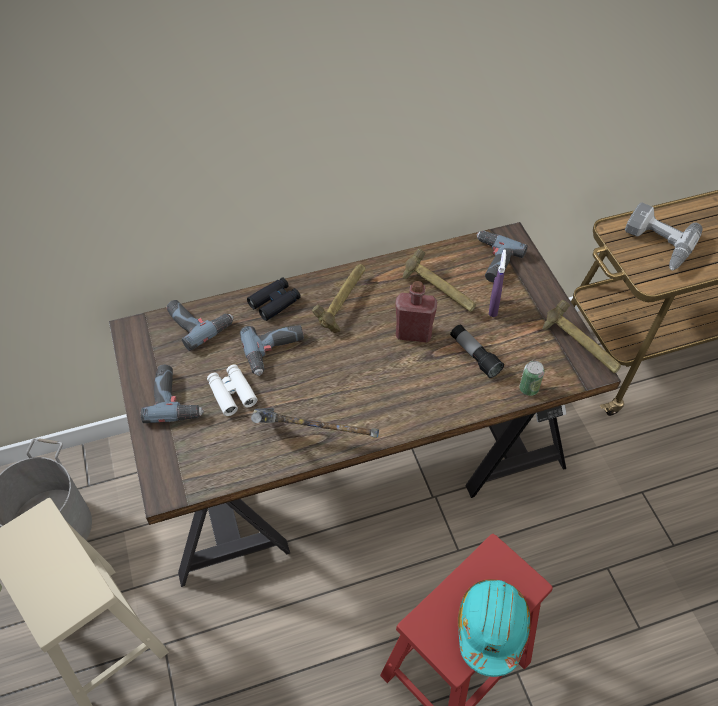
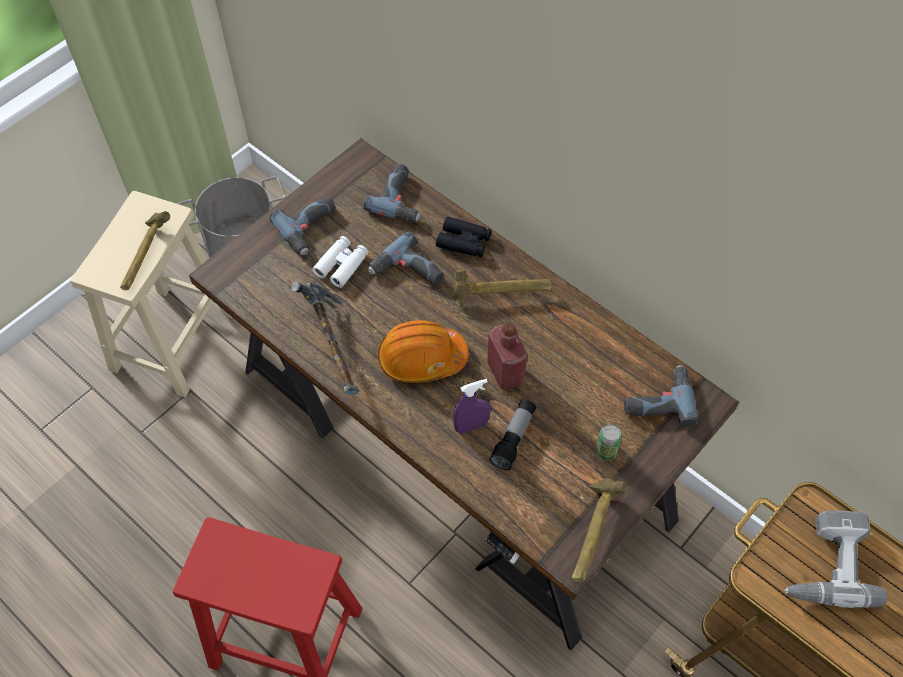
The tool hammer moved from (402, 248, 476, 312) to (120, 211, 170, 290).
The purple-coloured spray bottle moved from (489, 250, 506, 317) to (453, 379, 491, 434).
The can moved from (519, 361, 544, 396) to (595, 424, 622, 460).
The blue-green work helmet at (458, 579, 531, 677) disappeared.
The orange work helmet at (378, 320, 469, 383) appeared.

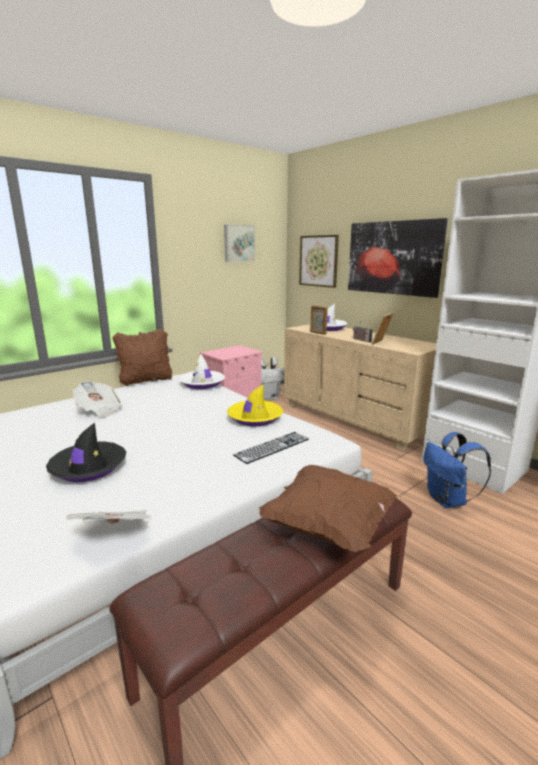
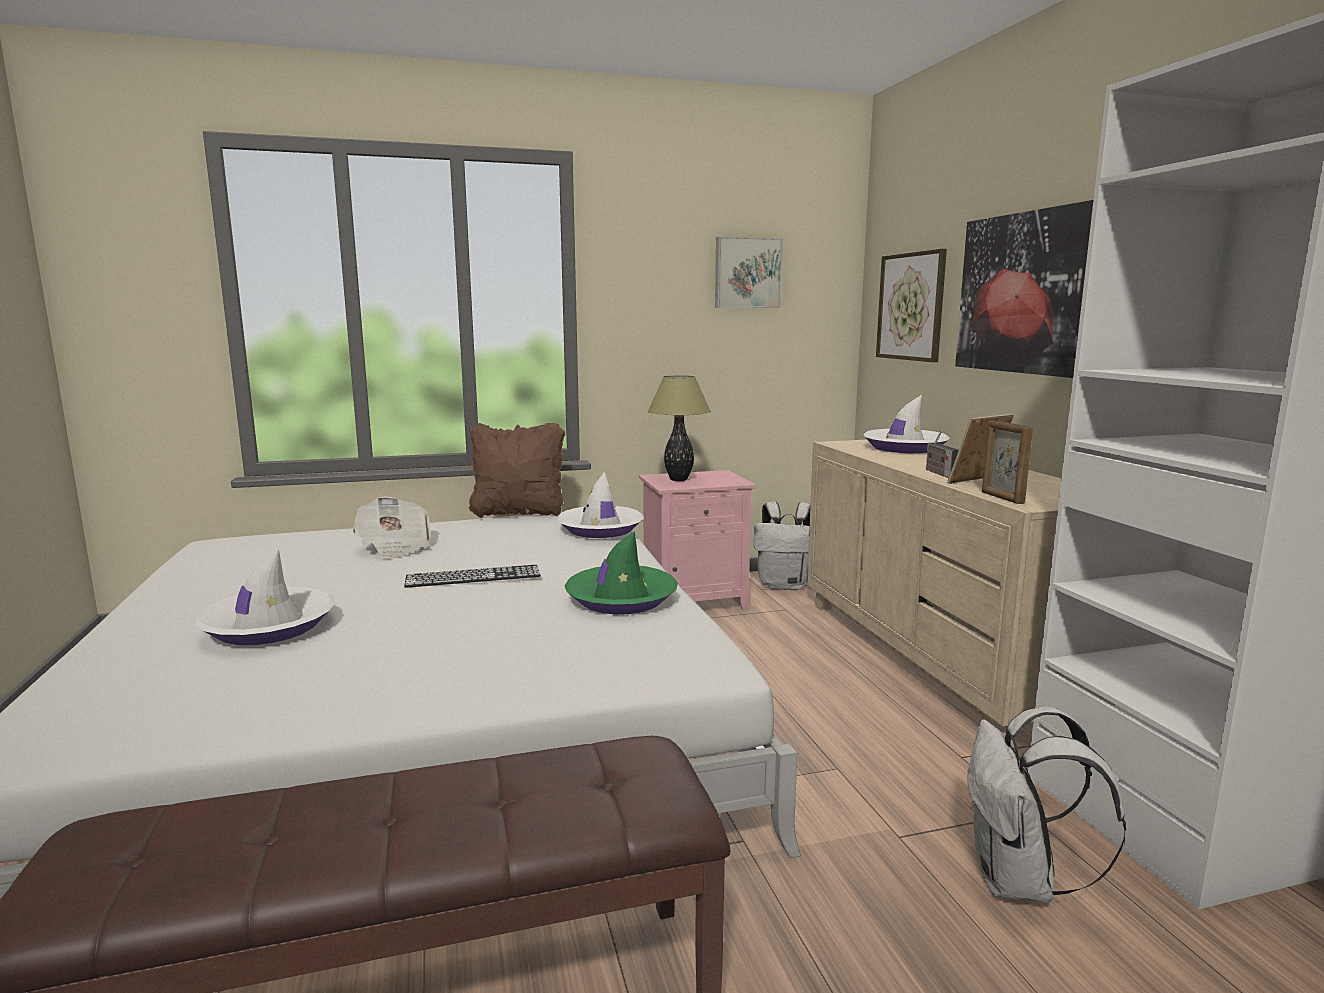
The picture frame moved from (310, 306, 328, 335) to (982, 420, 1033, 504).
The yellow-coloured hat at (227, 384, 283, 426) became the greenish hat at (564, 531, 678, 615).
The black-coloured hat at (46, 422, 126, 482) became the whitish hat at (195, 549, 335, 645).
The computer keyboard moved from (233, 432, 309, 464) to (404, 565, 541, 588).
The blue-coloured knapsack at (423, 432, 491, 508) became the whitish knapsack at (967, 707, 1126, 903).
The brownish cushion at (259, 465, 398, 553) disappeared.
The daily paper at (66, 510, 151, 524) disappeared.
The tabletop lamp at (648, 375, 711, 481) appeared.

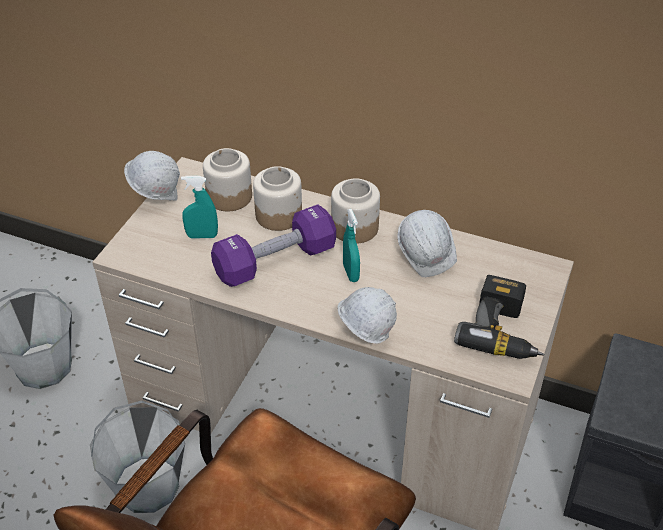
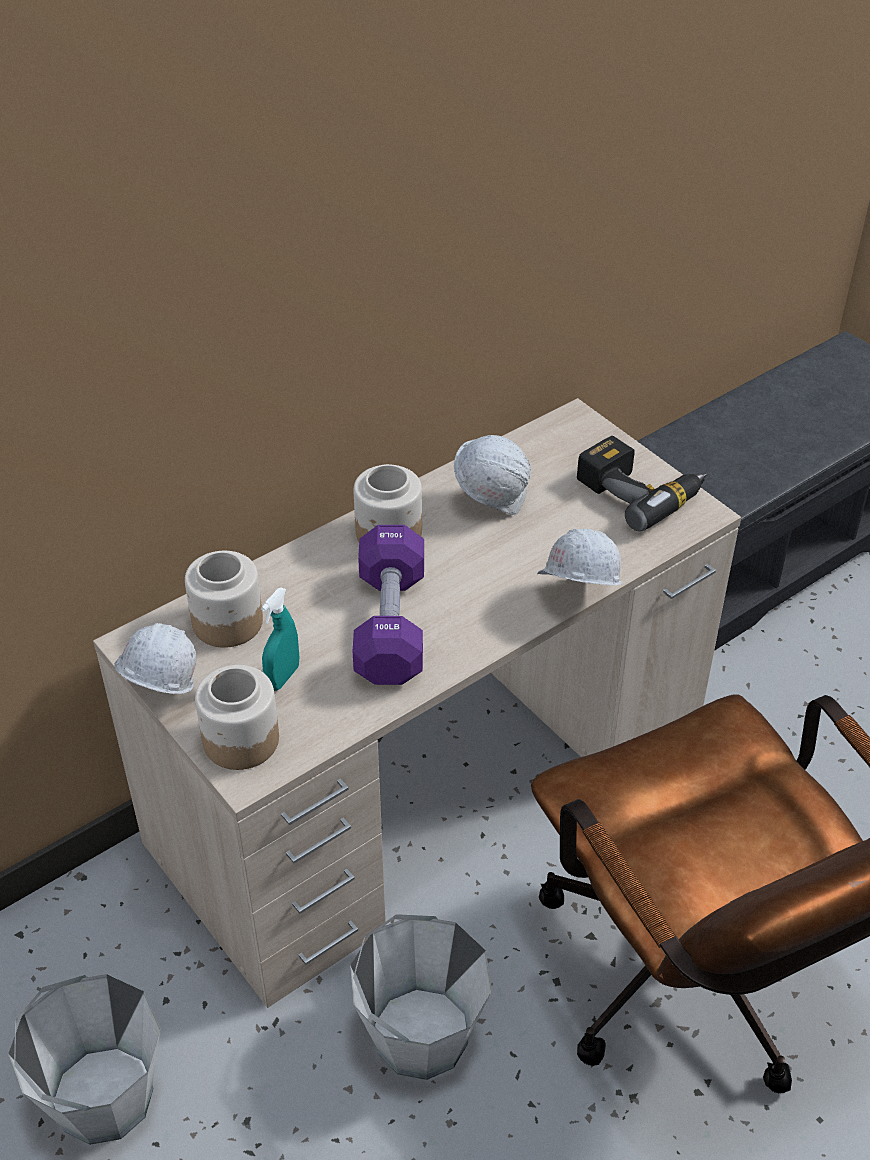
The preserve jar moved from (253, 166, 302, 231) to (195, 665, 279, 770).
The blue-green spray bottle at (343, 209, 360, 282) disappeared.

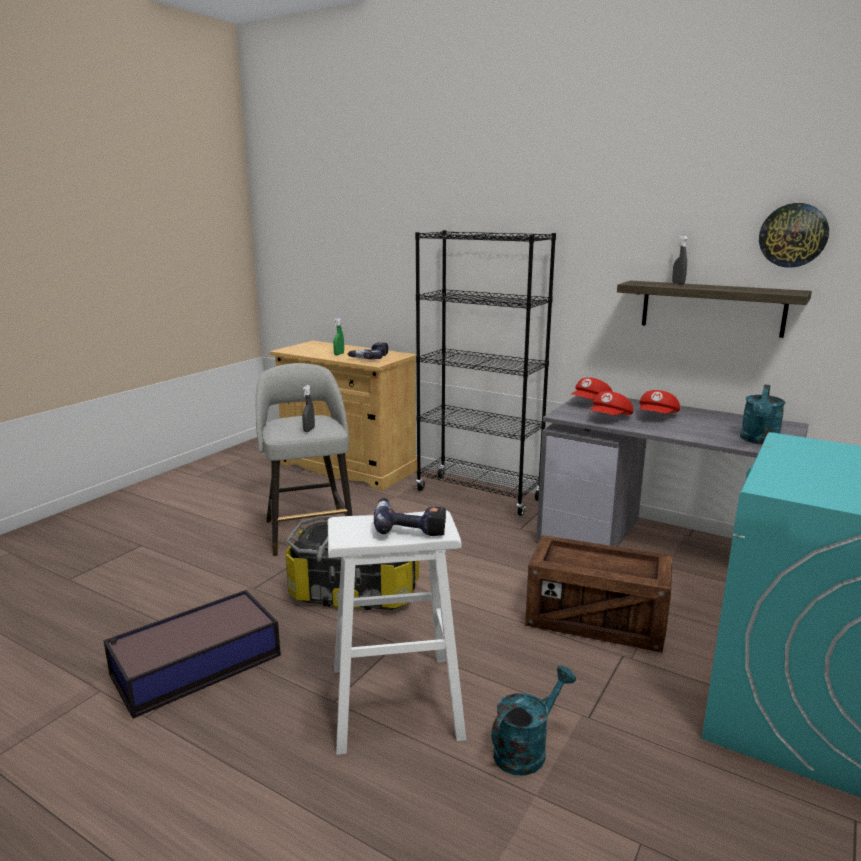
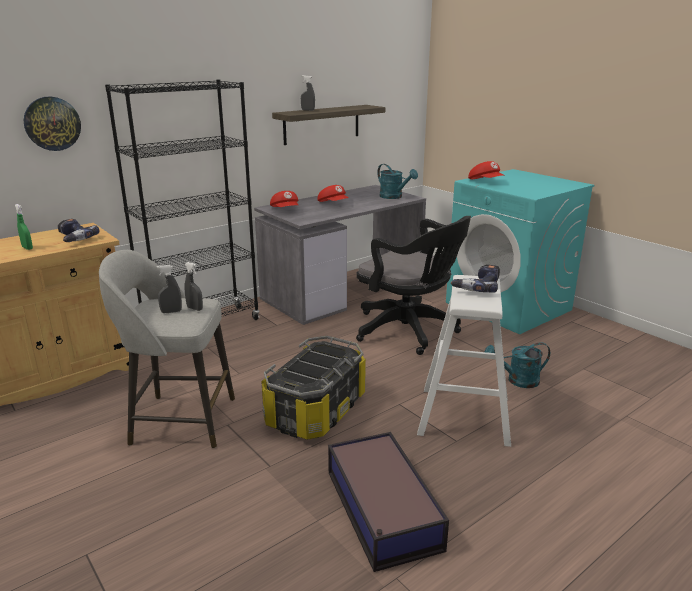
The clock on the wall moved from (759, 203, 829, 268) to (24, 97, 81, 151).
The red-coloured peaked cap moved from (590, 391, 633, 415) to (468, 161, 505, 179).
The shipping crate at (525, 535, 672, 653) was replaced by the black-coloured desk chair at (356, 216, 471, 355).
The blue-green watering pot at (491, 665, 576, 775) turned 75 degrees counterclockwise.
The greyish spray bottle at (157, 265, 182, 313) appeared.

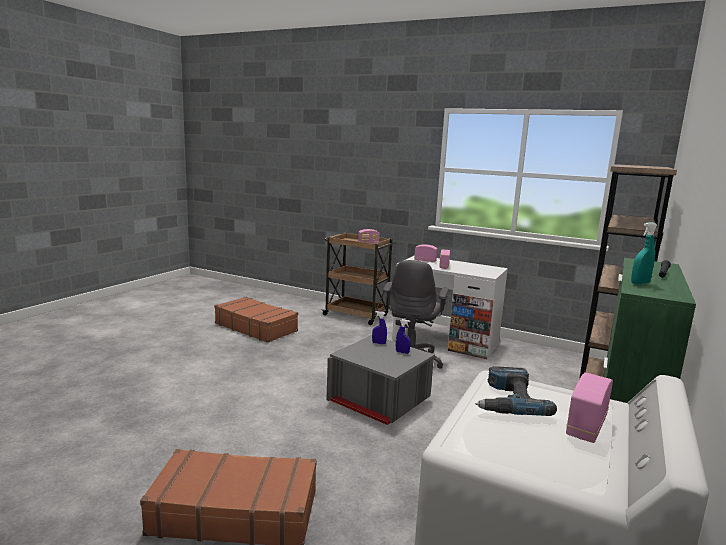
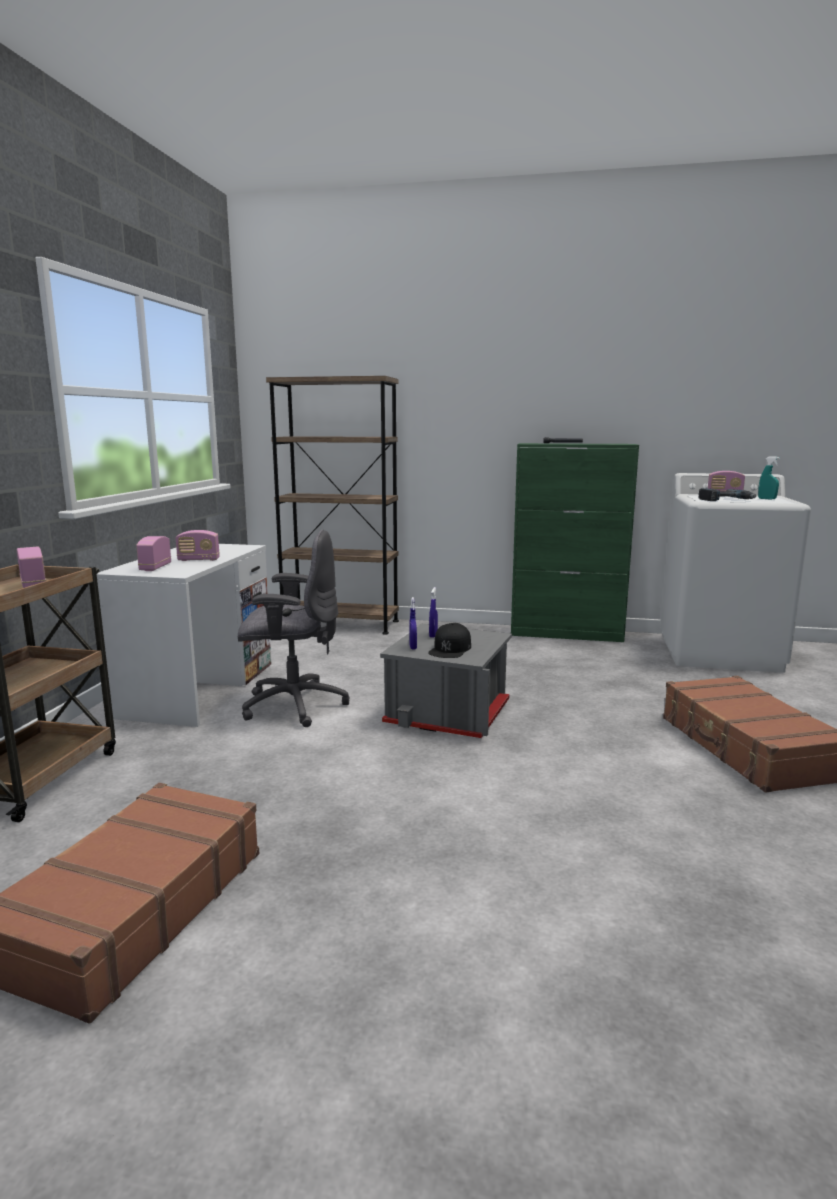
The blue-green spray bottle moved from (631, 222, 657, 285) to (758, 457, 780, 500).
The black-coloured peaked cap at (428, 623, 471, 658) appeared.

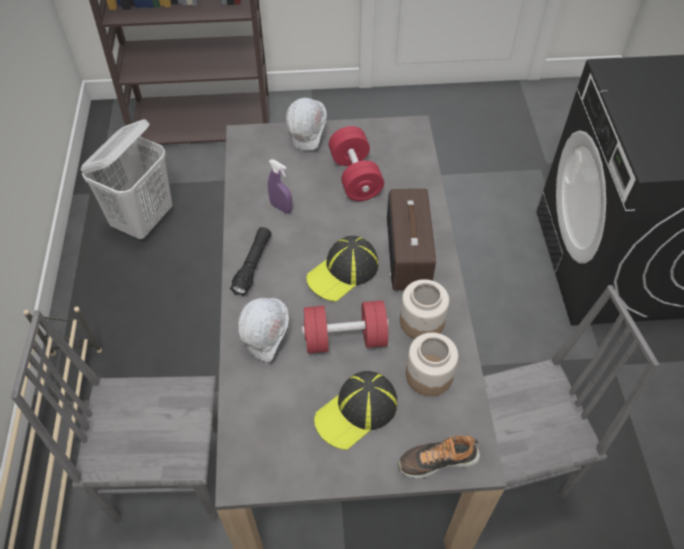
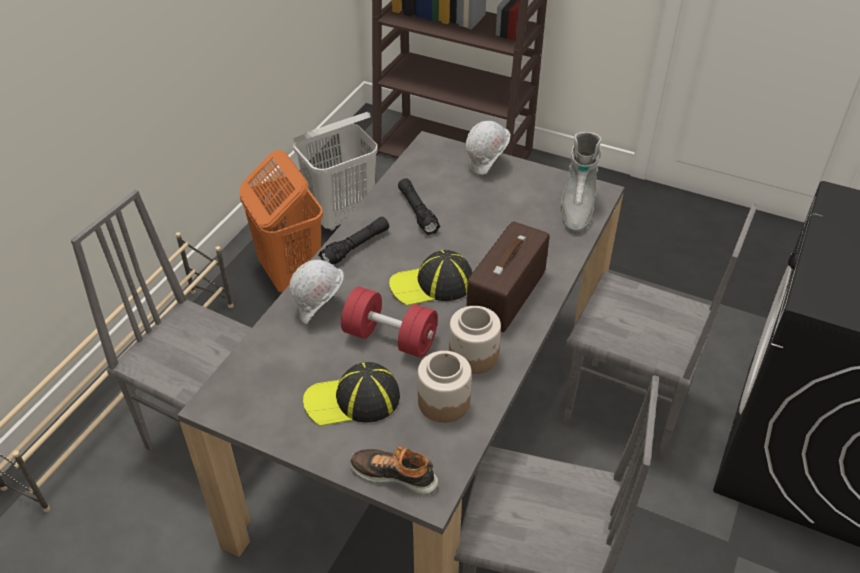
The red-coloured free weight at (329, 126, 384, 201) disappeared.
The purple-coloured spray bottle at (268, 159, 292, 214) was replaced by the black-coloured torch at (398, 178, 440, 235).
The greyish high-top boot at (560, 132, 601, 233) appeared.
The orange laundry basket at (239, 150, 323, 292) appeared.
The greyish plain chair at (563, 202, 758, 460) appeared.

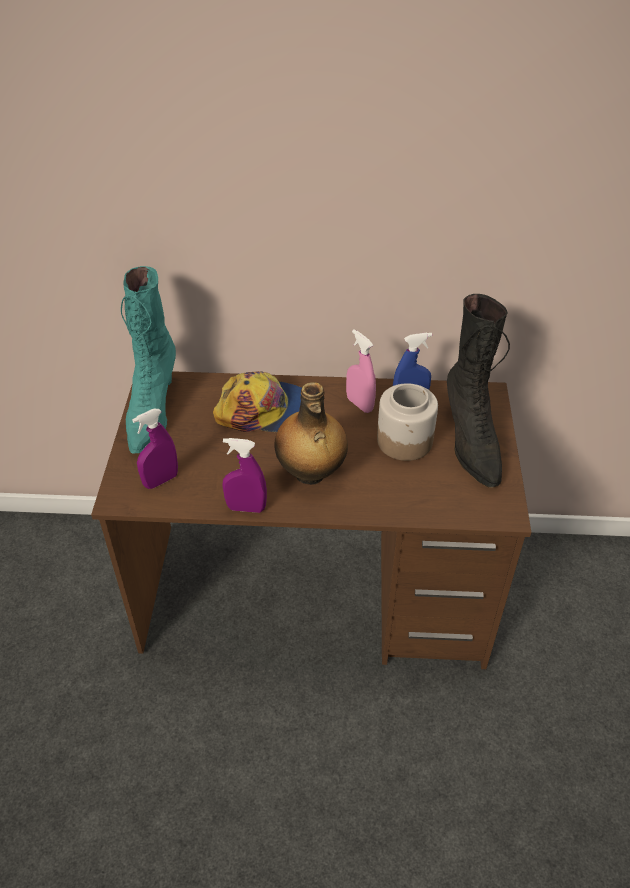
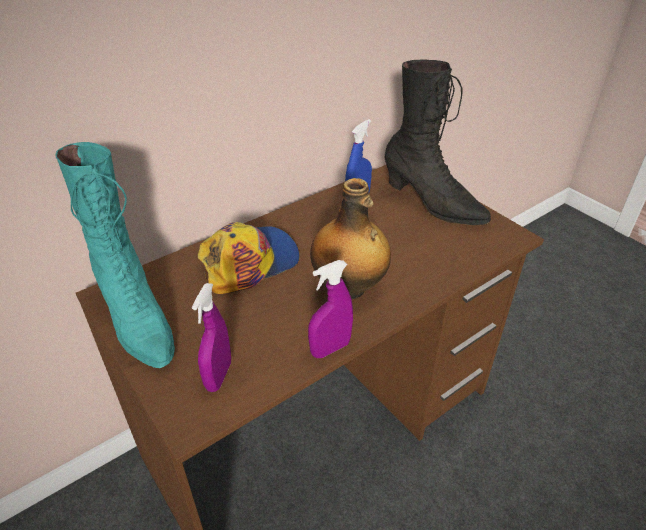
The pinkish spray bottle at (346, 329, 376, 413) disappeared.
The preserve jar at (377, 383, 438, 461) disappeared.

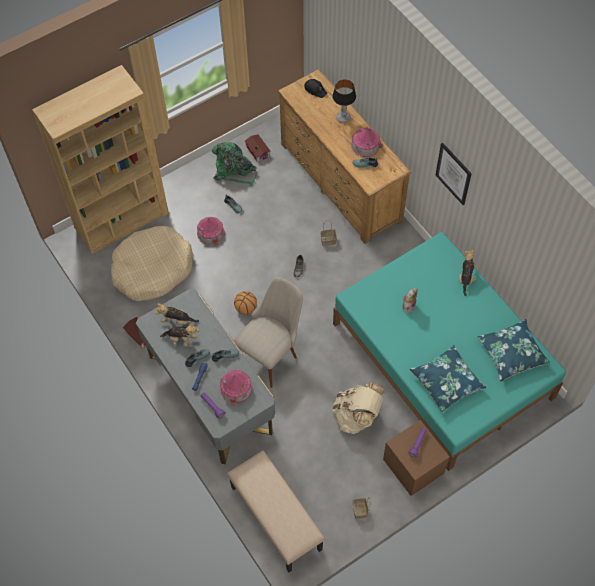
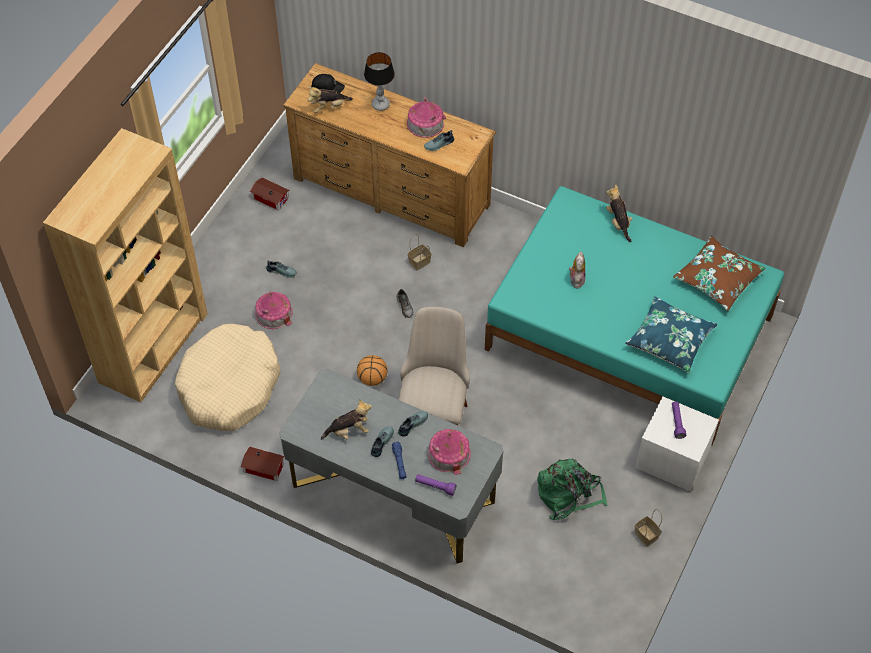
The greenish knapsack moved from (212, 142, 257, 186) to (537, 459, 608, 520).
The picture at (436, 143, 472, 205) disappeared.
The plush toy moved from (155, 303, 199, 325) to (308, 87, 353, 113).
The blue-coloured cushion at (477, 319, 551, 381) became the brownish cushion at (673, 236, 766, 311).
The sand-coloured knapsack at (332, 382, 384, 434) disappeared.
The brownish nightstand at (383, 420, 450, 496) became the whitish nightstand at (635, 397, 719, 492).
The sand-coloured long seat at (227, 450, 325, 572) disappeared.

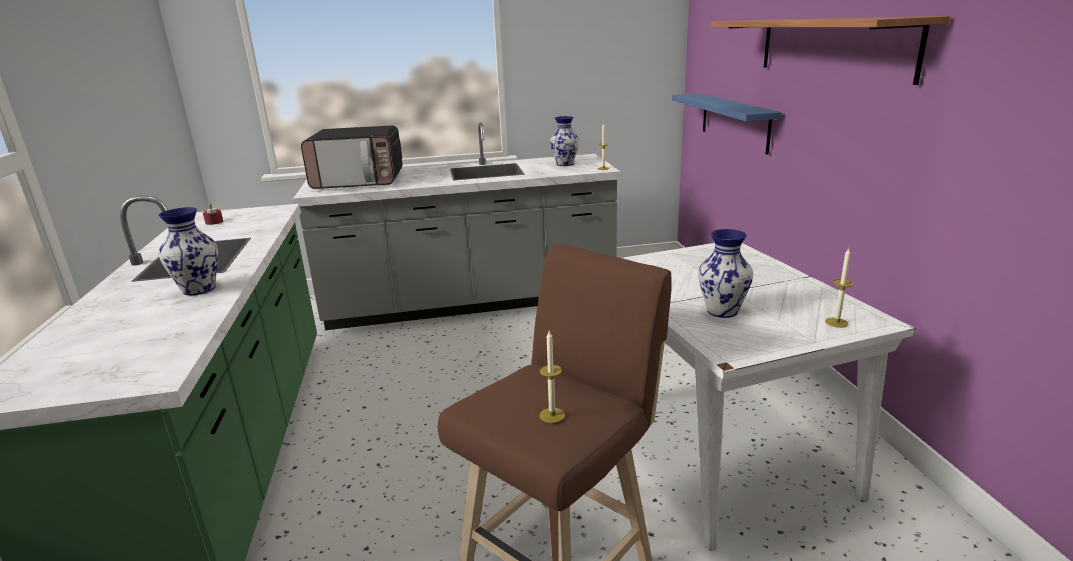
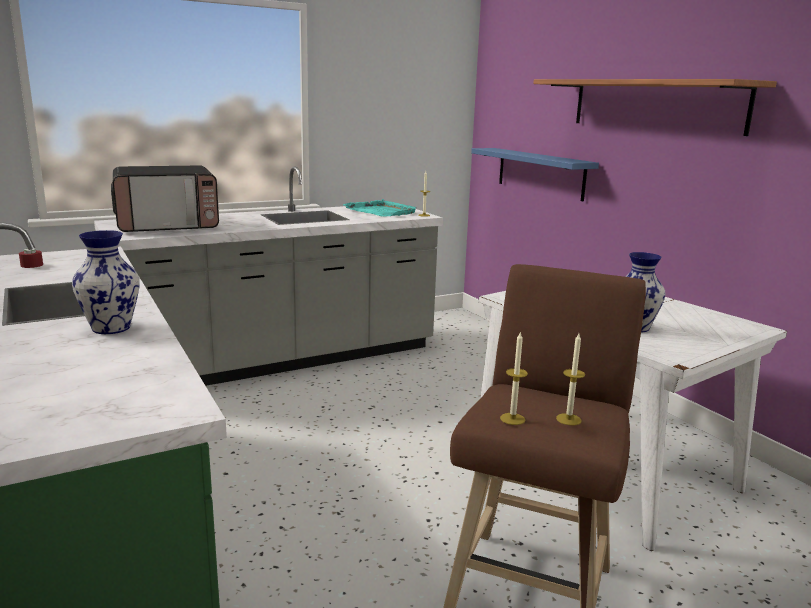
The vase at (550, 116, 579, 166) was replaced by the blue-green carrying tray at (343, 199, 417, 217).
The wax candle moved from (825, 248, 853, 328) to (500, 331, 528, 425).

